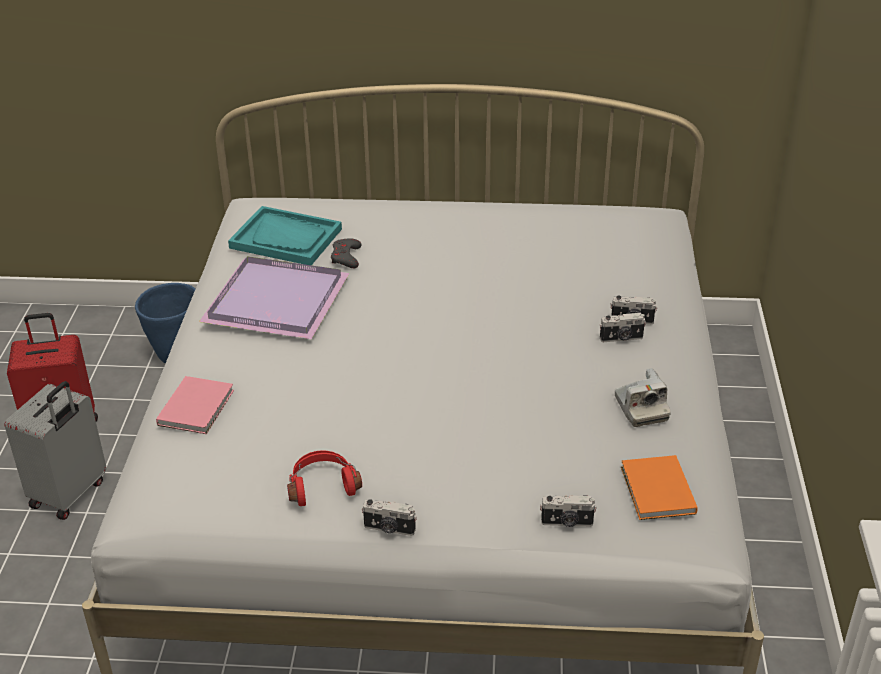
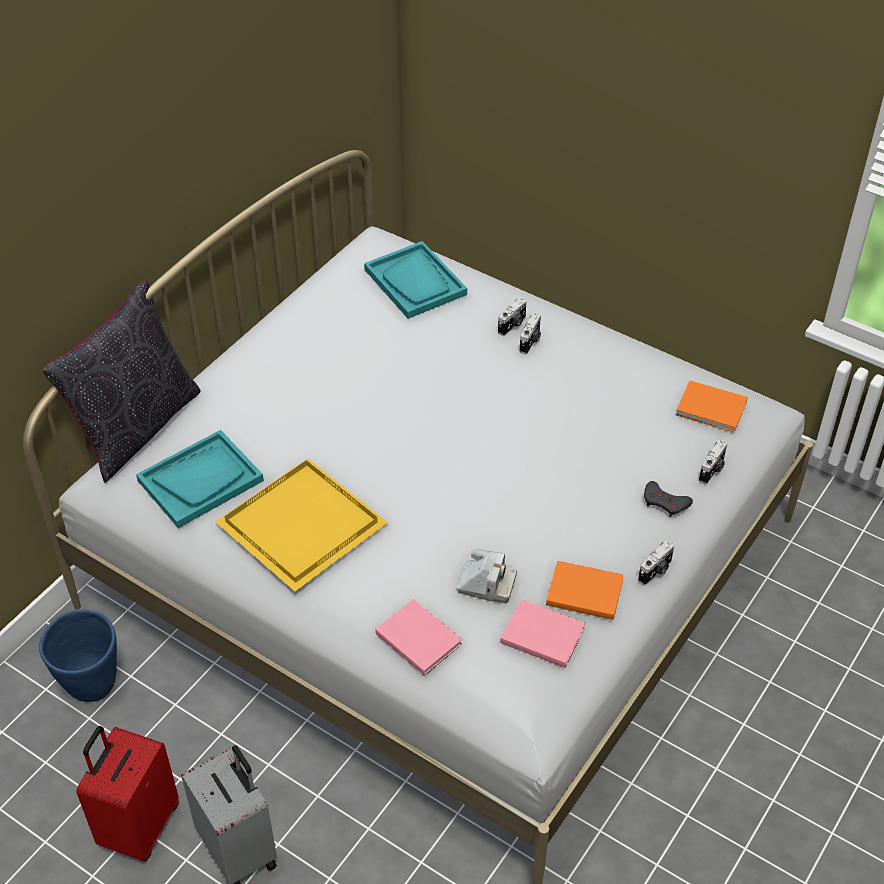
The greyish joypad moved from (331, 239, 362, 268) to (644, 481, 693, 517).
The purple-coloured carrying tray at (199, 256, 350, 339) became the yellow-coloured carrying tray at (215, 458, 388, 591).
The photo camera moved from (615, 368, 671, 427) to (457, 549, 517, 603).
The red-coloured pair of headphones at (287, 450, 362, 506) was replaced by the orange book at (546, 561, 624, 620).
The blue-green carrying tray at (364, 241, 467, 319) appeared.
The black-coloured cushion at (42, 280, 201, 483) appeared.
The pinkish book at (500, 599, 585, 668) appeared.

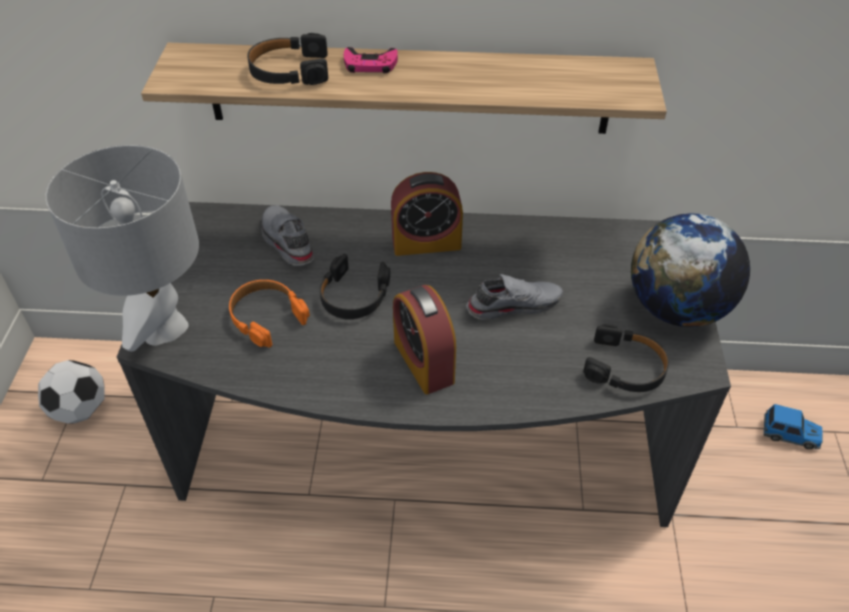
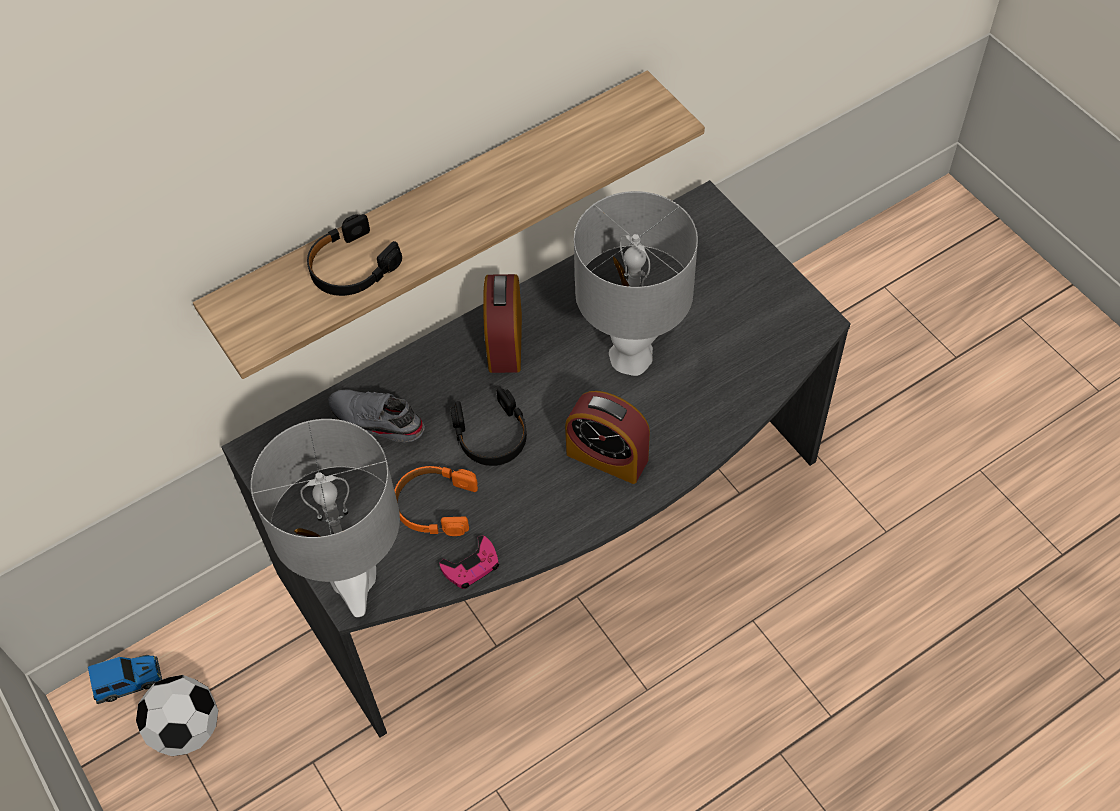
The pinkish joypad moved from (344, 47, 398, 73) to (439, 536, 499, 589).
The bedside clock at (391, 172, 463, 256) turned 135 degrees clockwise.
The globe at (631, 213, 750, 327) disappeared.
The greyish low shoe at (466, 274, 563, 320) was replaced by the greyish tabletop lamp at (574, 191, 698, 376).
The black-coloured pair of headphones at (583, 324, 669, 392) disappeared.
The miniature car moved from (764, 404, 823, 449) to (88, 655, 162, 704).

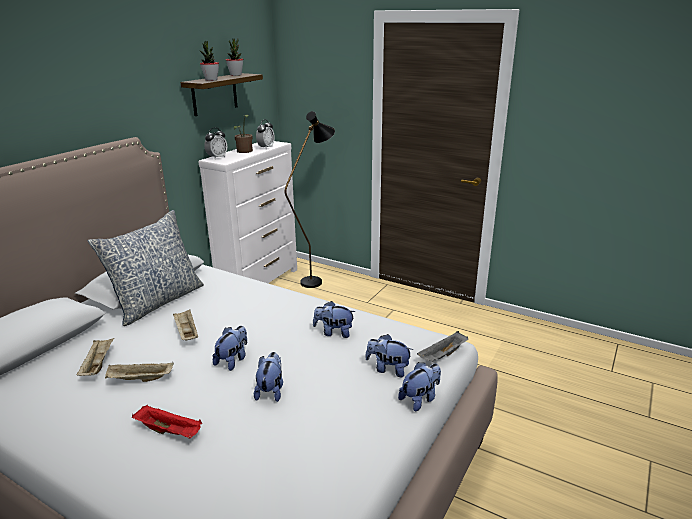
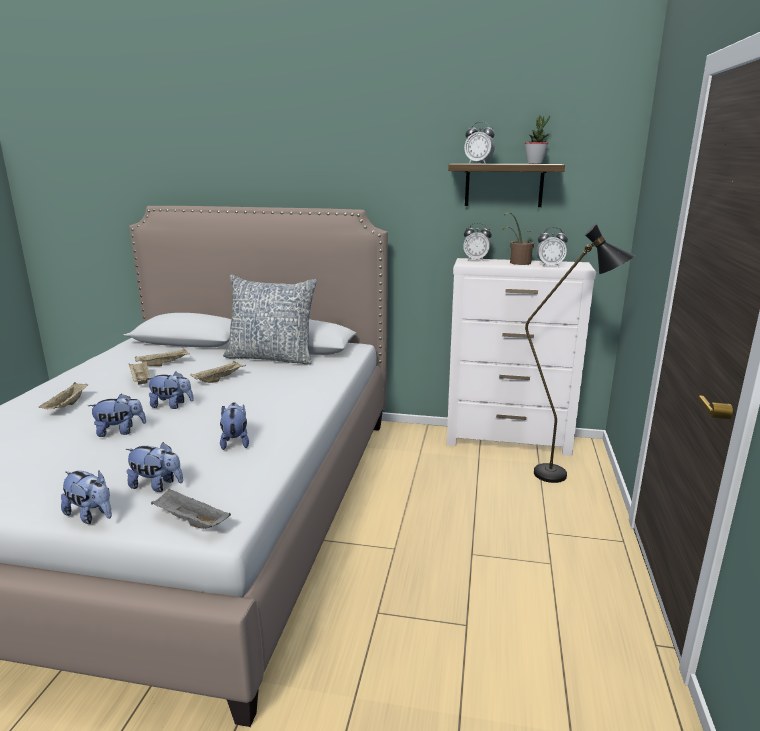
The potted plant at (200, 41, 219, 81) was replaced by the bedside clock at (464, 122, 495, 164).
The plush toy at (365, 334, 413, 377) turned 105 degrees clockwise.
The red-coloured carrying tray at (132, 405, 202, 438) became the sand-coloured carrying tray at (39, 382, 88, 409).

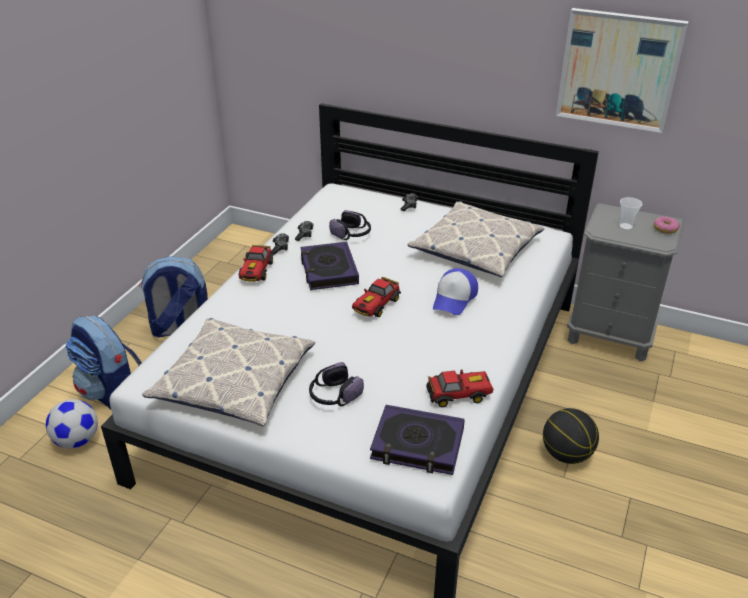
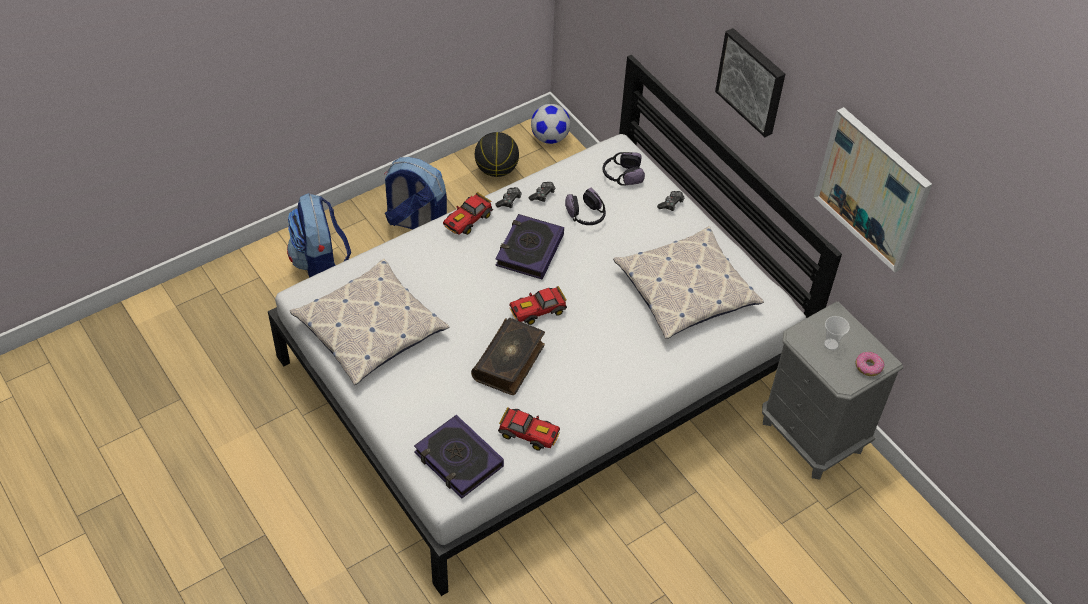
The peaked cap at (433, 268, 478, 315) disappeared.
The pair of headphones moved from (309, 362, 364, 407) to (603, 152, 645, 186).
The football ball moved from (46, 399, 98, 449) to (531, 104, 571, 144).
The basketball moved from (543, 408, 599, 464) to (475, 132, 519, 177).
The picture at (715, 28, 785, 137) appeared.
The book at (471, 318, 545, 395) appeared.

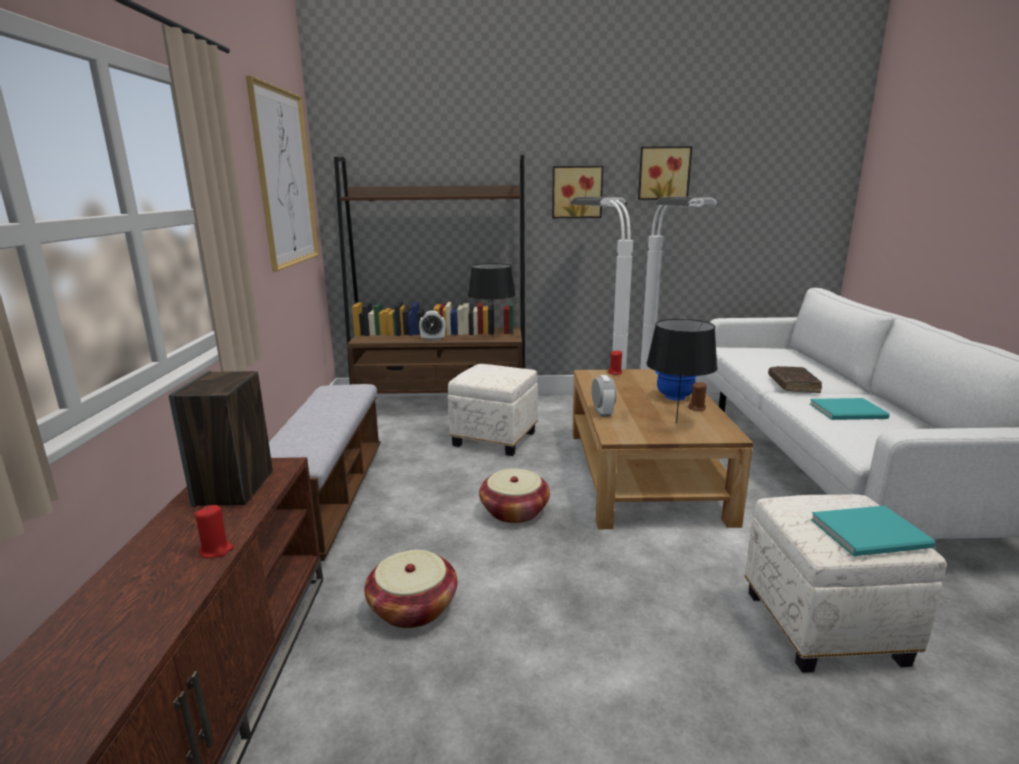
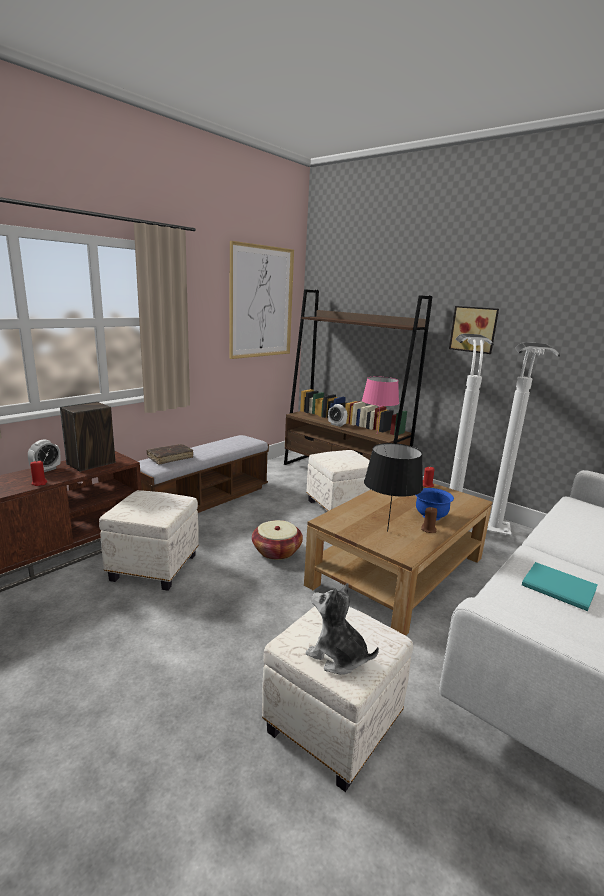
The picture at (638, 146, 692, 200) disappeared.
The black-coloured tabletop lamp at (468, 263, 516, 337) became the pinkish tabletop lamp at (362, 376, 399, 432).
The brownish book moved from (768, 366, 822, 393) to (146, 444, 194, 465).
The bedside clock moved from (592, 375, 616, 417) to (28, 439, 61, 472).
The blue-green book at (811, 506, 935, 556) was replaced by the plush toy at (306, 583, 379, 675).
The household basket at (365, 550, 457, 628) was replaced by the whitish ottoman at (99, 490, 199, 591).

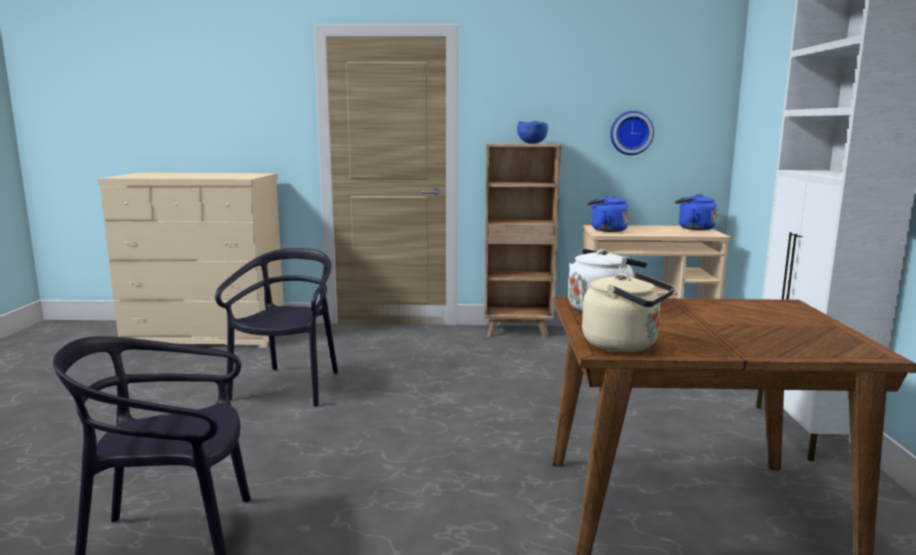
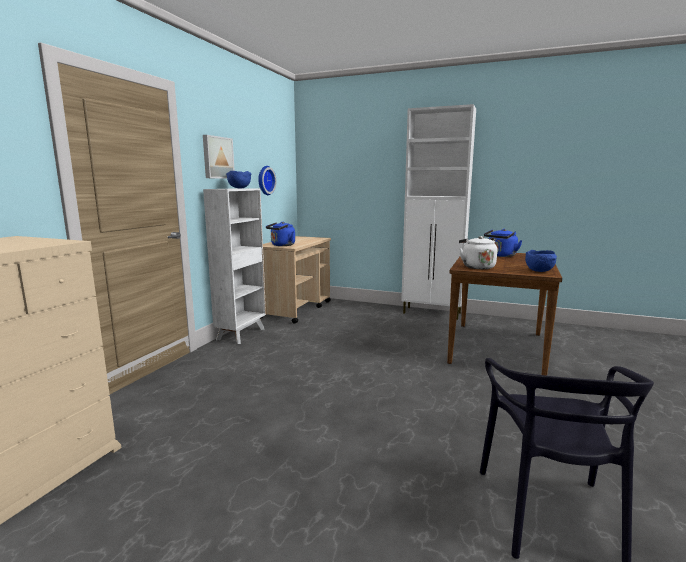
The brownish shelving unit at (484, 143, 561, 338) became the whitish shelving unit at (203, 188, 266, 344).
The blue-coloured tea kettle moved from (675, 194, 717, 230) to (484, 229, 523, 257).
The black-coloured plain chair at (215, 248, 338, 407) disappeared.
The sand-coloured tea kettle at (582, 273, 675, 352) was replaced by the blue-coloured serving bowl at (525, 250, 557, 272).
The picture at (203, 135, 235, 179) appeared.

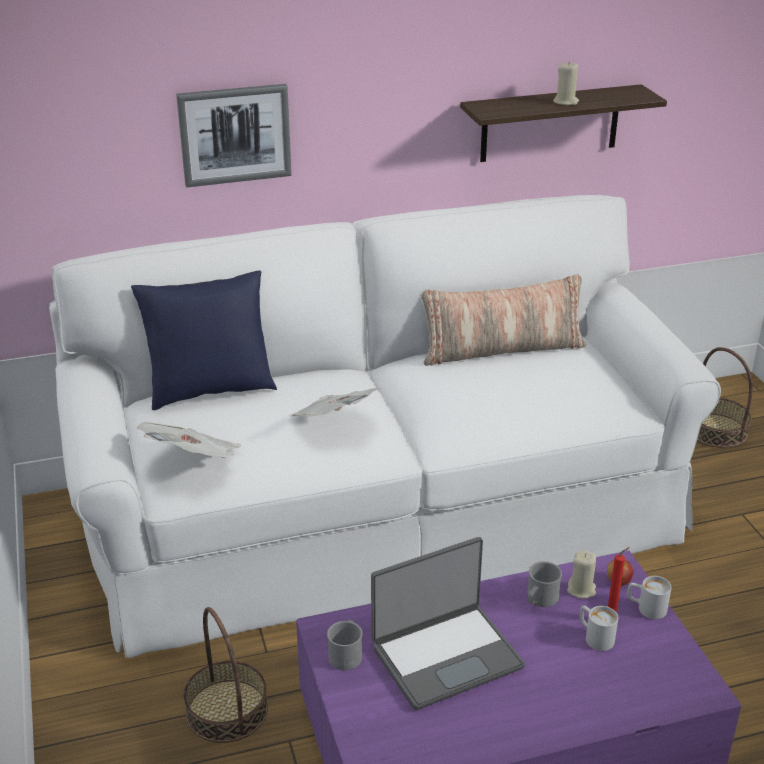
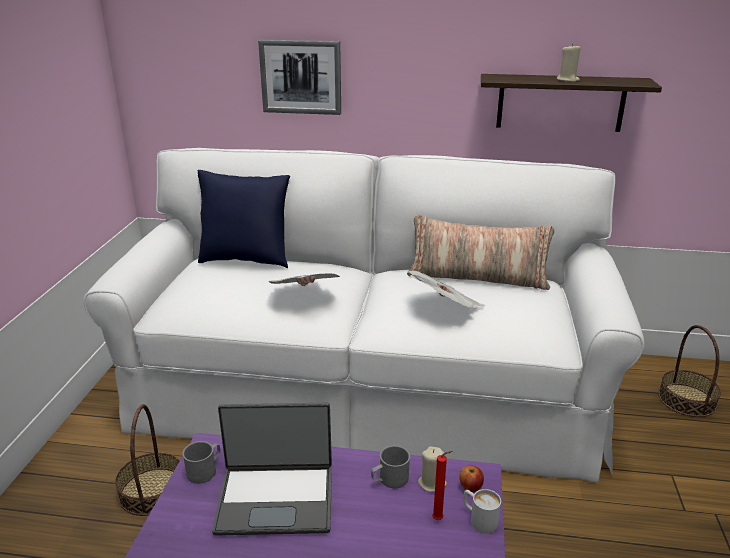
The daily paper moved from (137, 422, 241, 458) to (408, 271, 485, 308).
The whitish mug at (580, 605, 618, 651) disappeared.

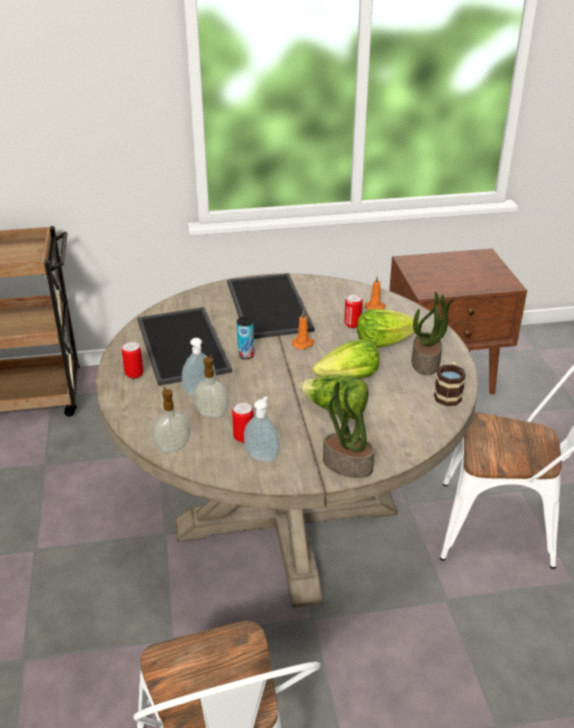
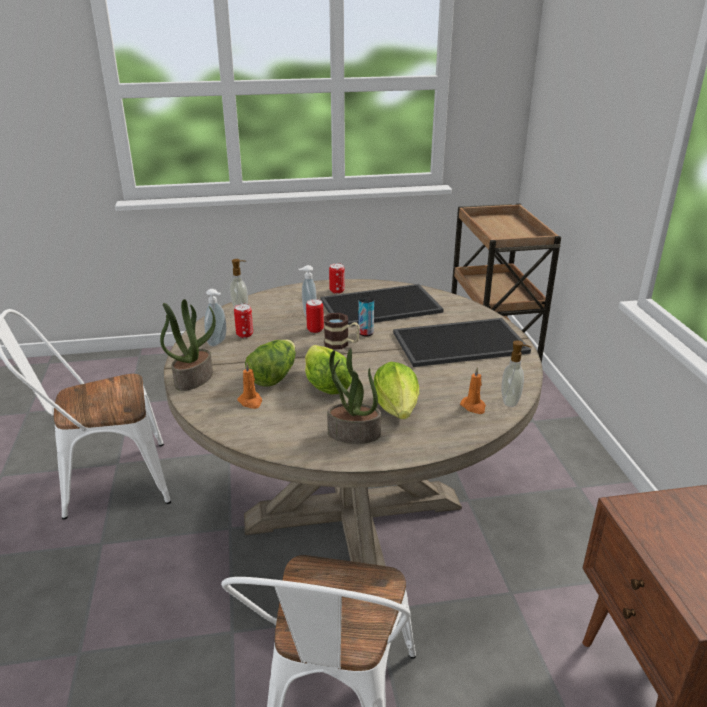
The can moved from (344, 294, 363, 328) to (306, 299, 324, 333).
The orange wax candle moved from (292, 310, 315, 349) to (237, 363, 262, 409).
The soap dispenser moved from (193, 355, 229, 418) to (501, 341, 531, 407).
The mug moved from (434, 361, 466, 406) to (324, 313, 360, 350).

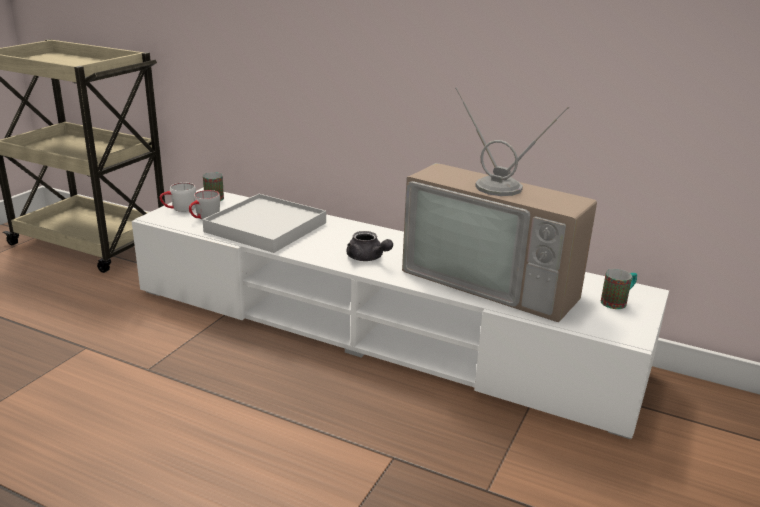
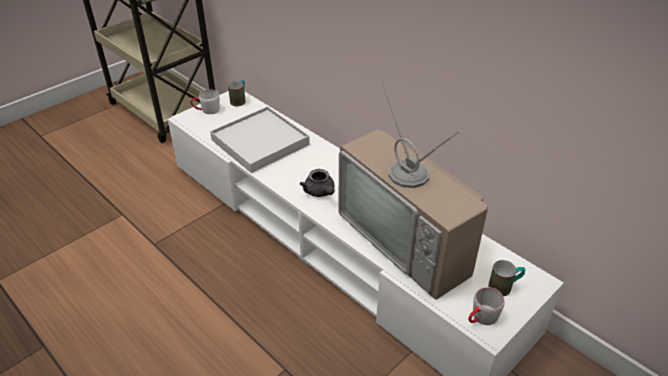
The greyish mug moved from (189, 190, 220, 219) to (468, 287, 505, 325).

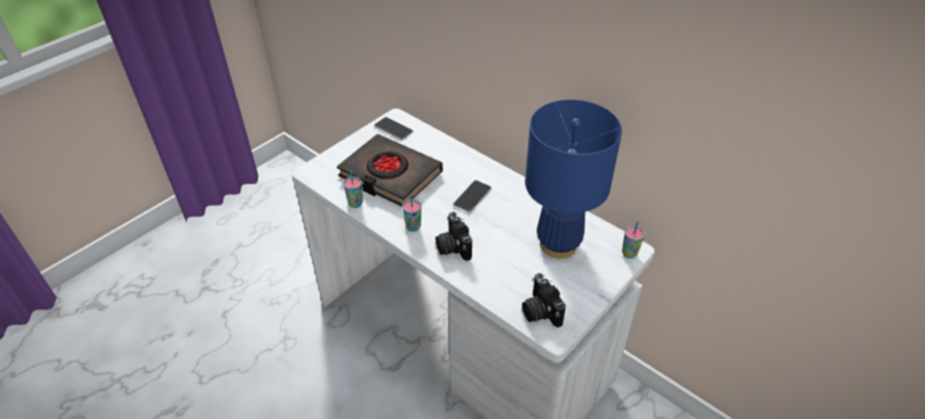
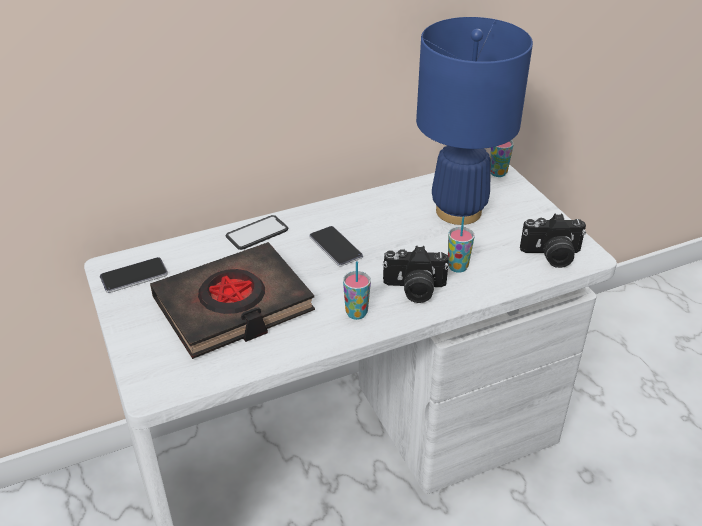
The drinking cup moved from (343, 171, 363, 208) to (448, 216, 475, 273).
The telephone at (226, 215, 288, 250) appeared.

